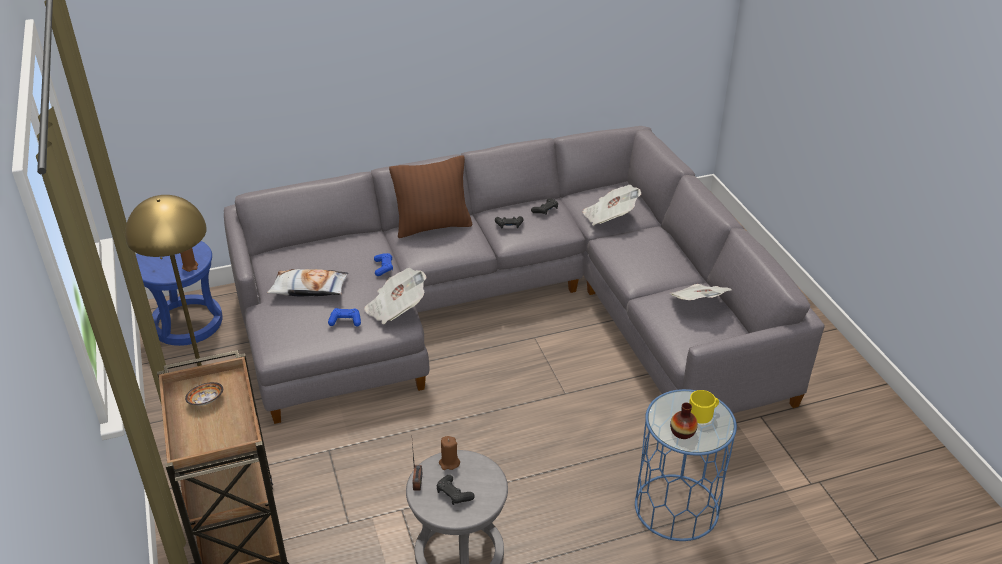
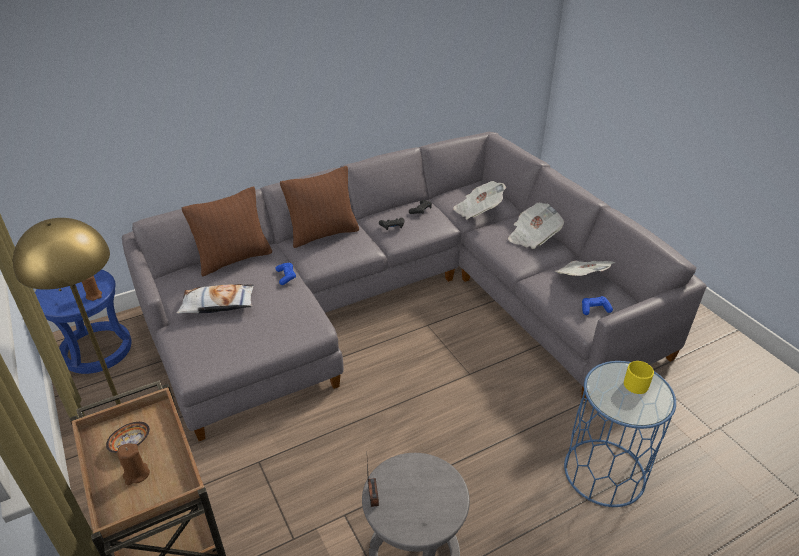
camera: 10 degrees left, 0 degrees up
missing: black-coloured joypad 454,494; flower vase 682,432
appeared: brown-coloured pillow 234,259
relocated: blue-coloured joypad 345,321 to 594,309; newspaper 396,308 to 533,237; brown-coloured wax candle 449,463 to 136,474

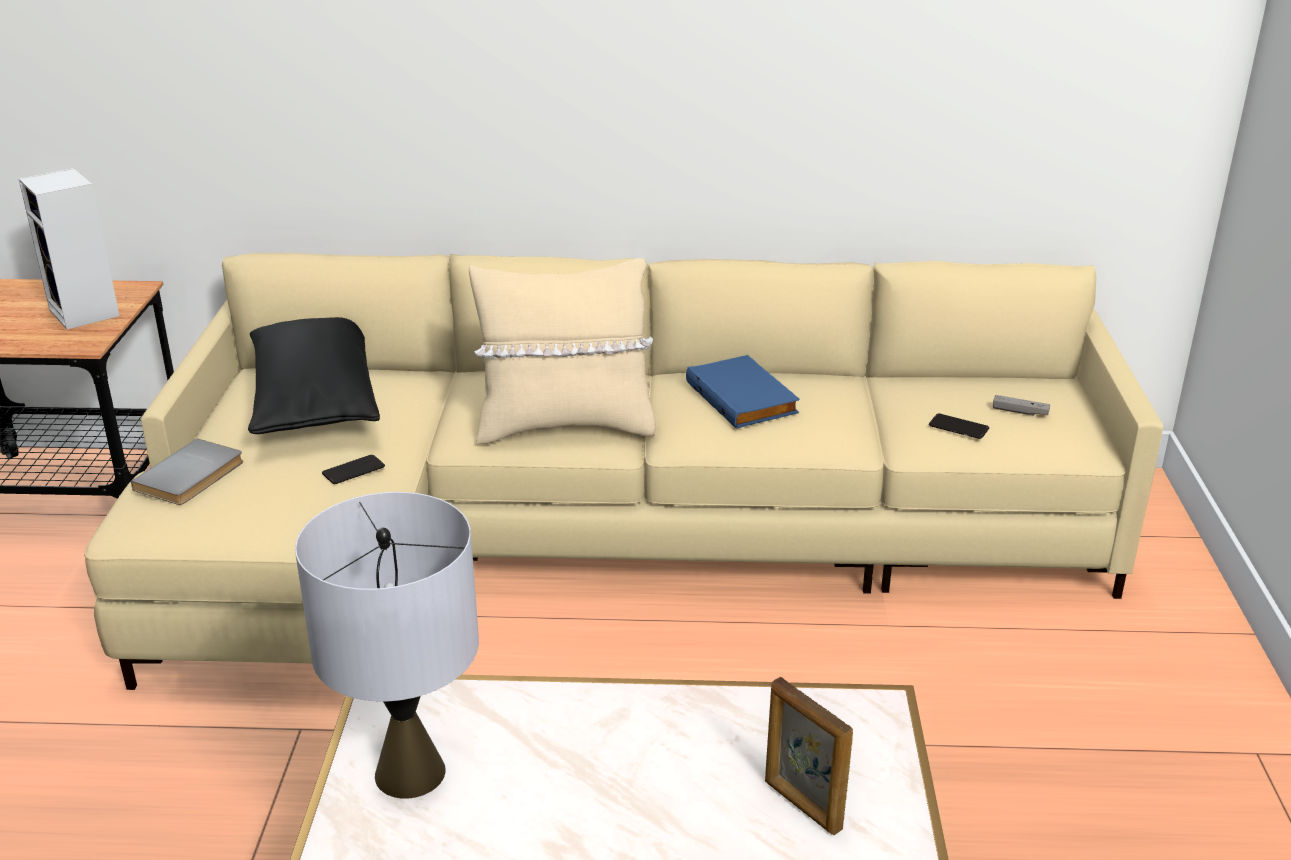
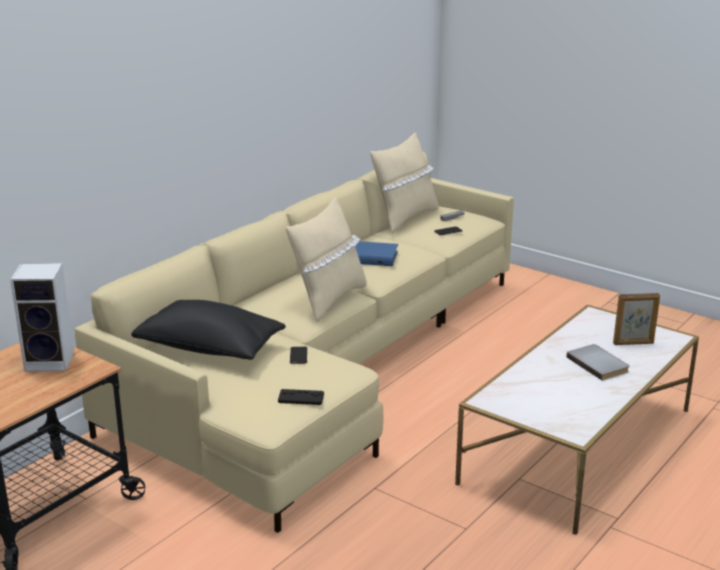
camera: 55 degrees left, 5 degrees down
missing: greyish table lamp 409,772
appeared: black-coloured joypad 301,398; sand-coloured pillow 404,218
relocated: greyish volume 192,476 to 599,364

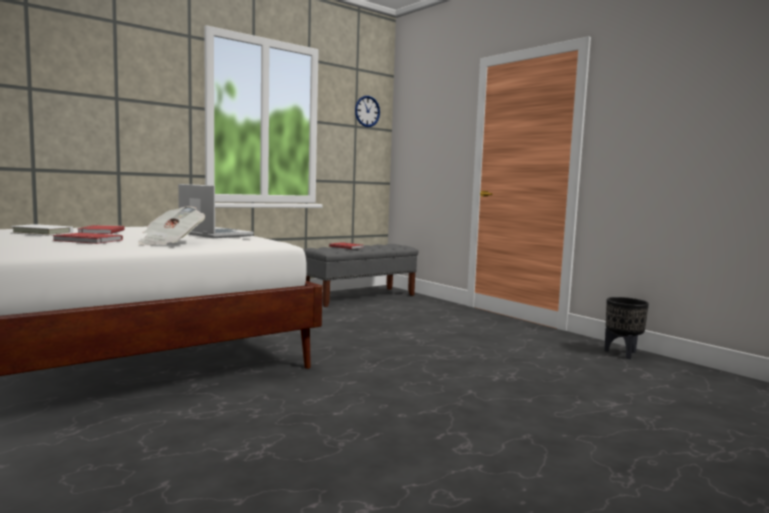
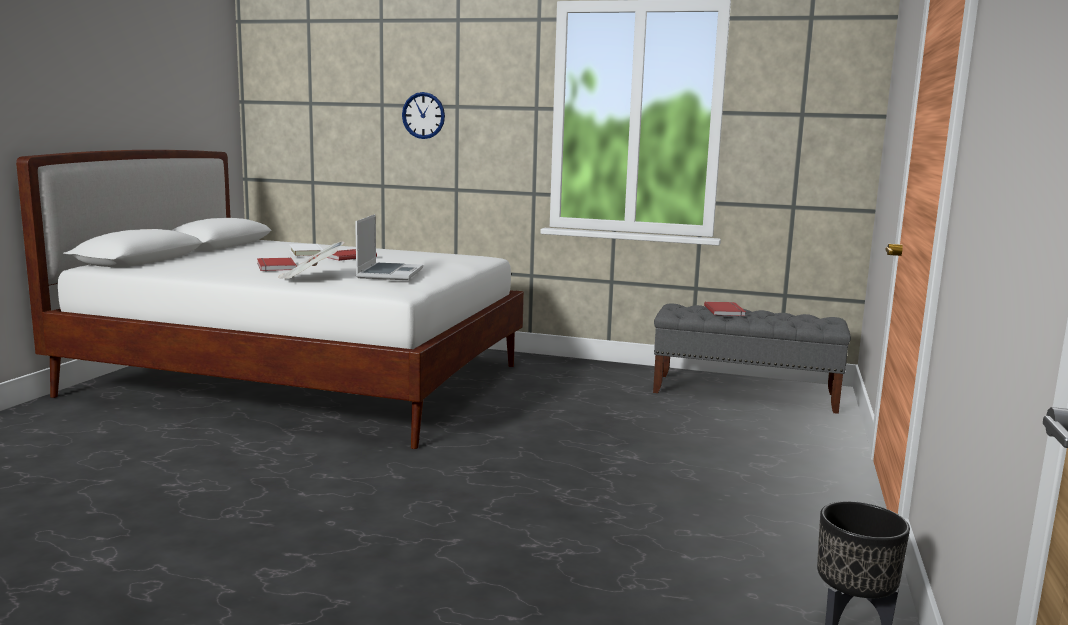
camera: 55 degrees right, 5 degrees up
relocated: hanging clock 367,111 to 423,115

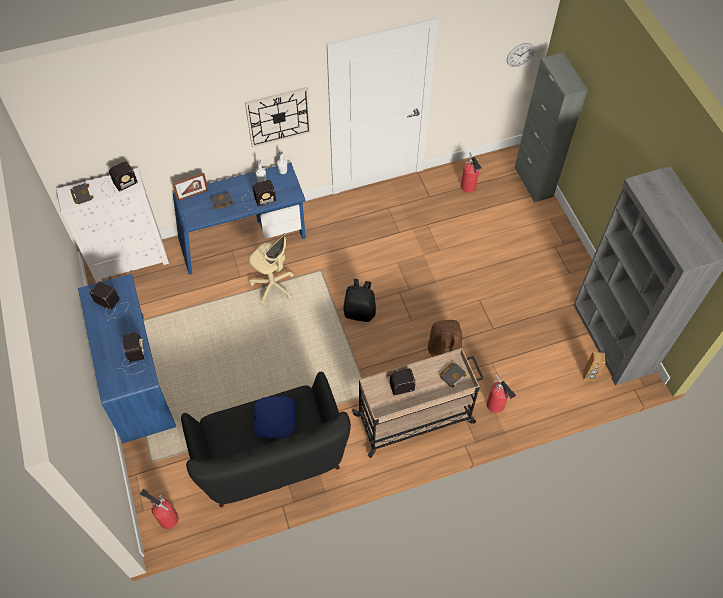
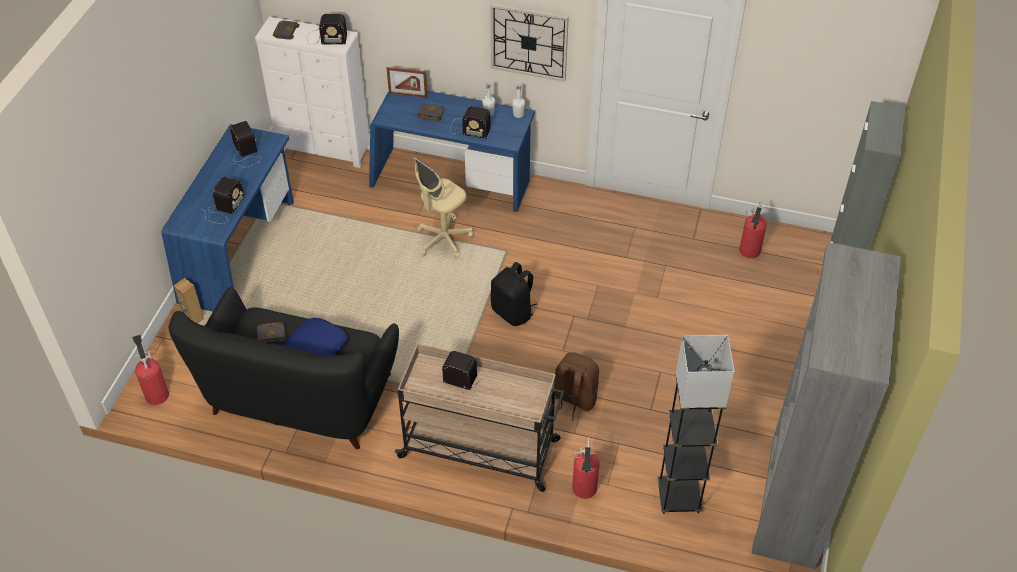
camera: 35 degrees right, 10 degrees down
missing: hanging clock 520,55
appeared: greyish standing lamp 678,497
relocated: black-coloured volume 452,375 to 272,333; brown-coloured speaker 589,376 to 194,319
spun: sand-coloured desk chair 273,286 = 443,240 60 degrees clockwise

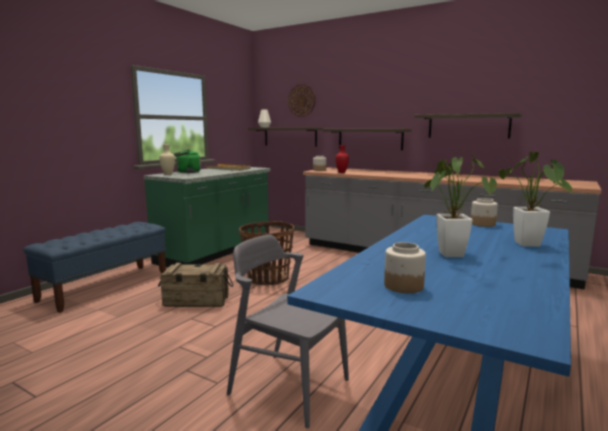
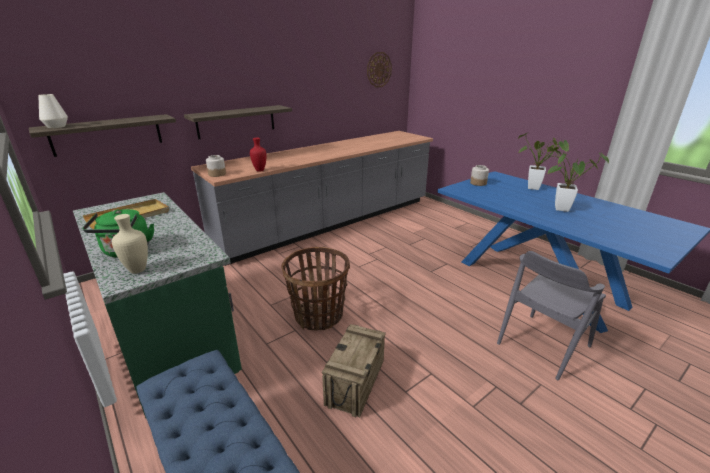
camera: 70 degrees left, 15 degrees up
missing: storage jar 403,286; shelf 468,126
relocated: hanging clock 301,100 to 379,69

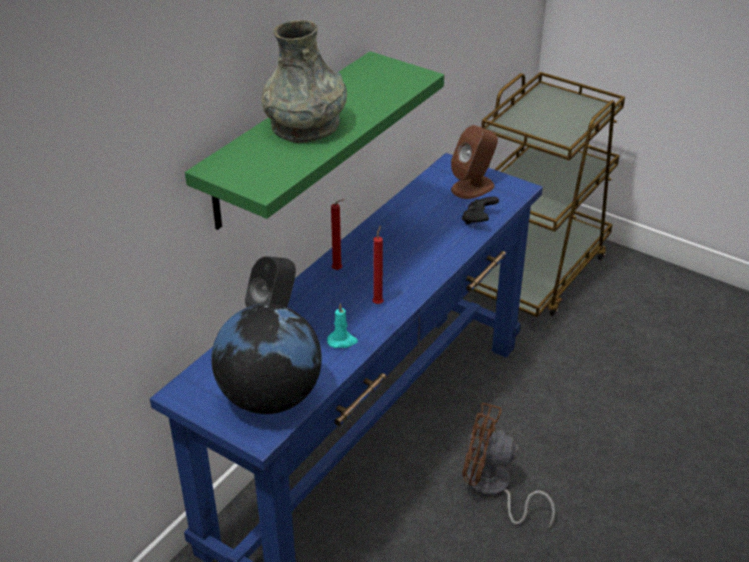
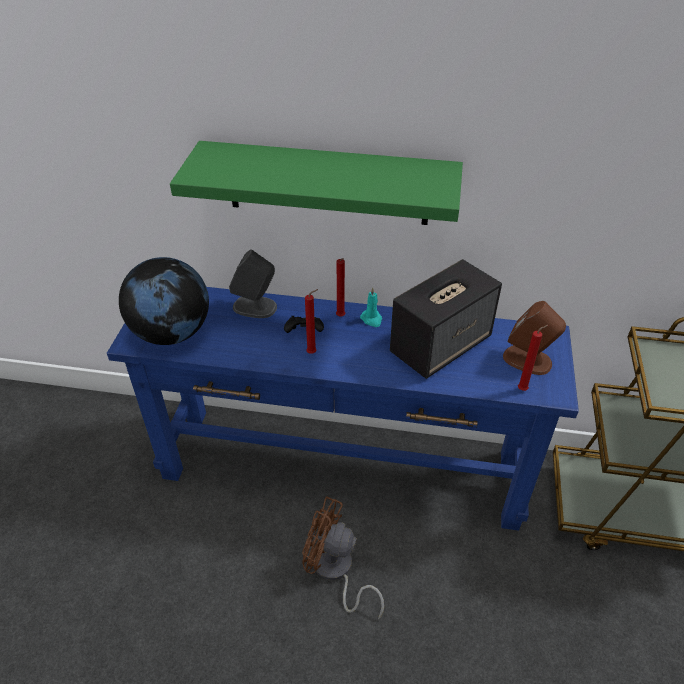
camera: 65 degrees right, 5 degrees up
missing: greyish flower vase 305,125
appeared: speaker 441,345; red-coloured wax candle 524,389
relocated: blue-green wax candle 342,341 to 372,319; black-coloured joypad 478,220 to 304,333
spun: brown-coloured fan 493,489 = 335,571 60 degrees counterclockwise

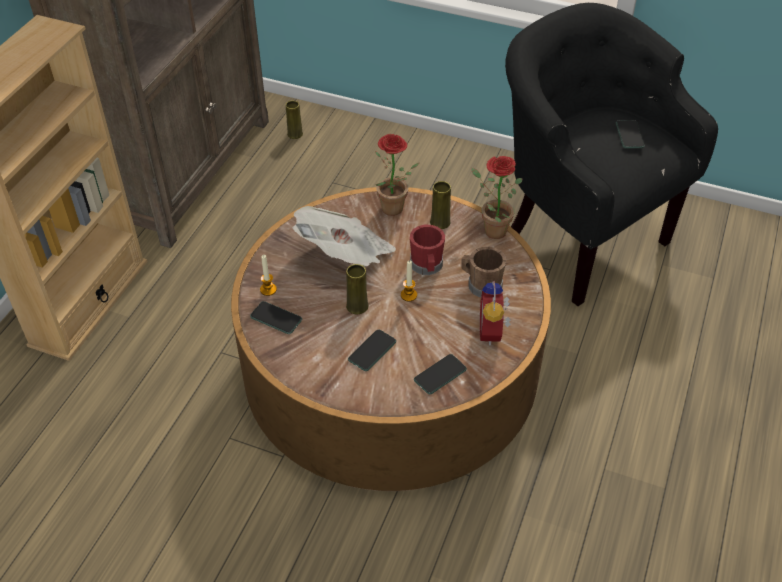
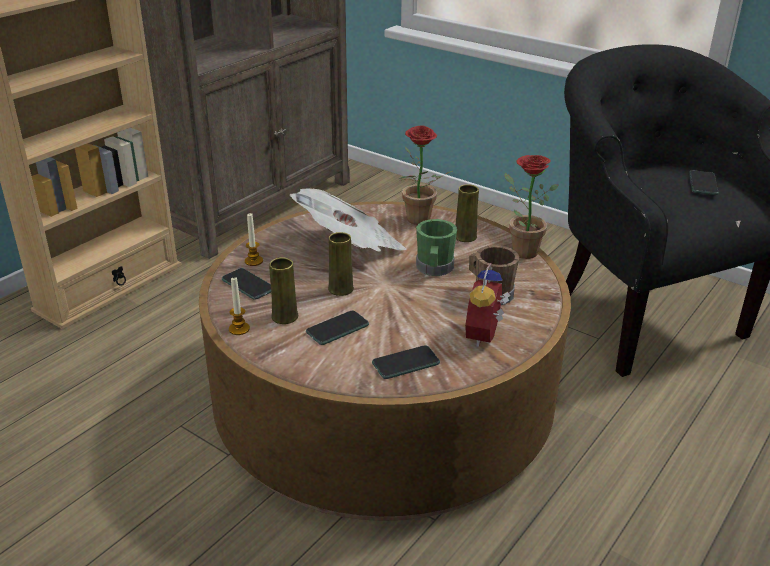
camera: 15 degrees right, 15 degrees down
relocated: yellowish flower vase 295,134 to 284,317; wax candle 408,295 to 239,329
colour: red-coloured tea mug 427,267 to green tea mug 434,269

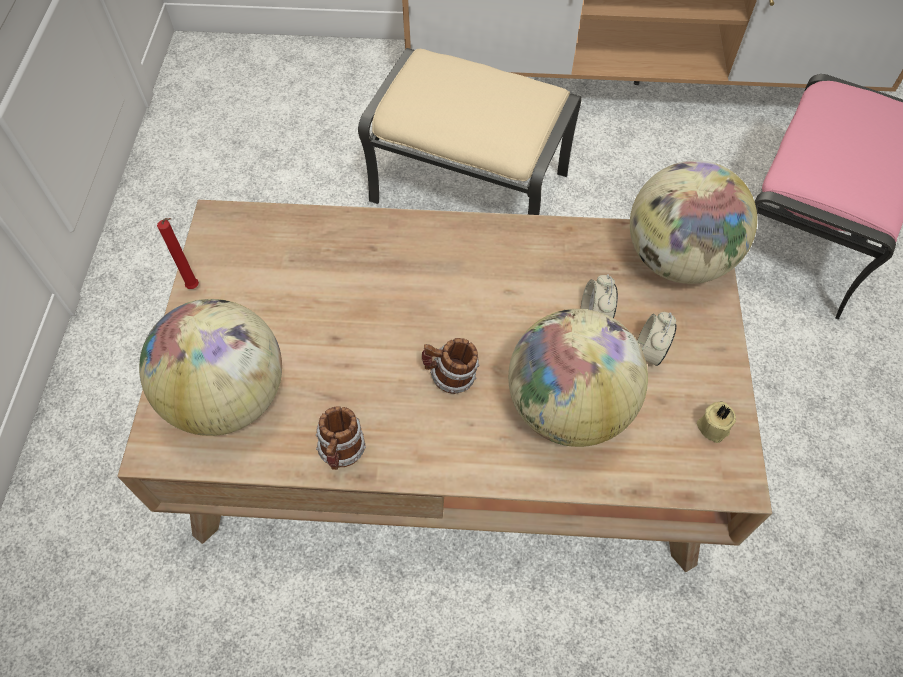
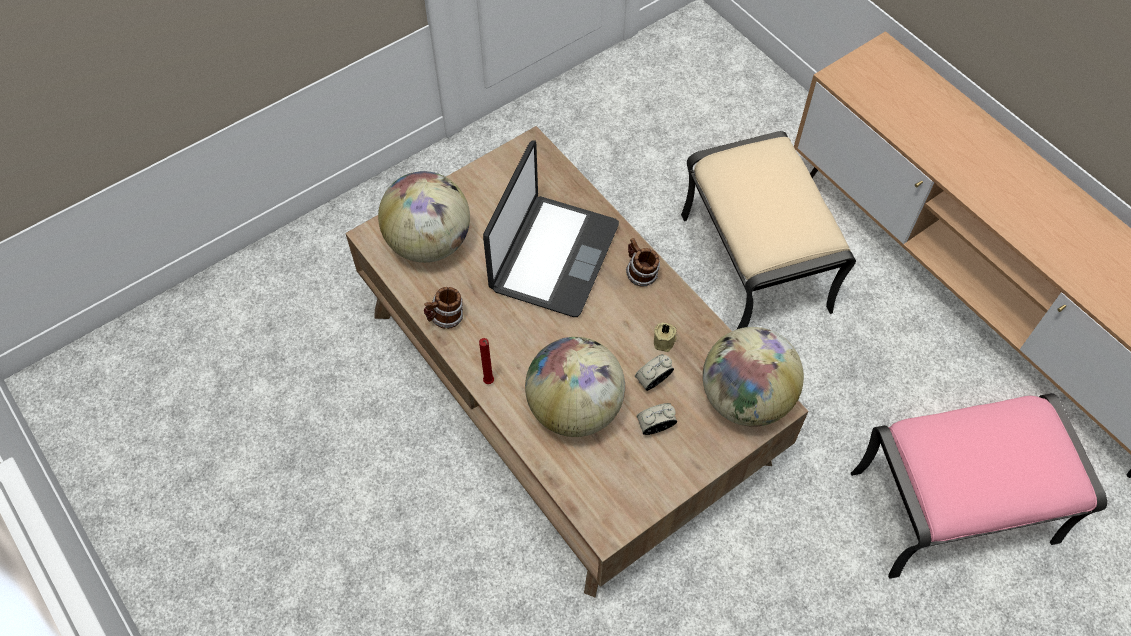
camera: 50 degrees right, 0 degrees up
appeared: laptop 552,256
relocated: red-coloured wax candle 195,287 to 489,383; tea mug 450,377 to 640,274; sand-coloured wax candle 713,426 to 665,341

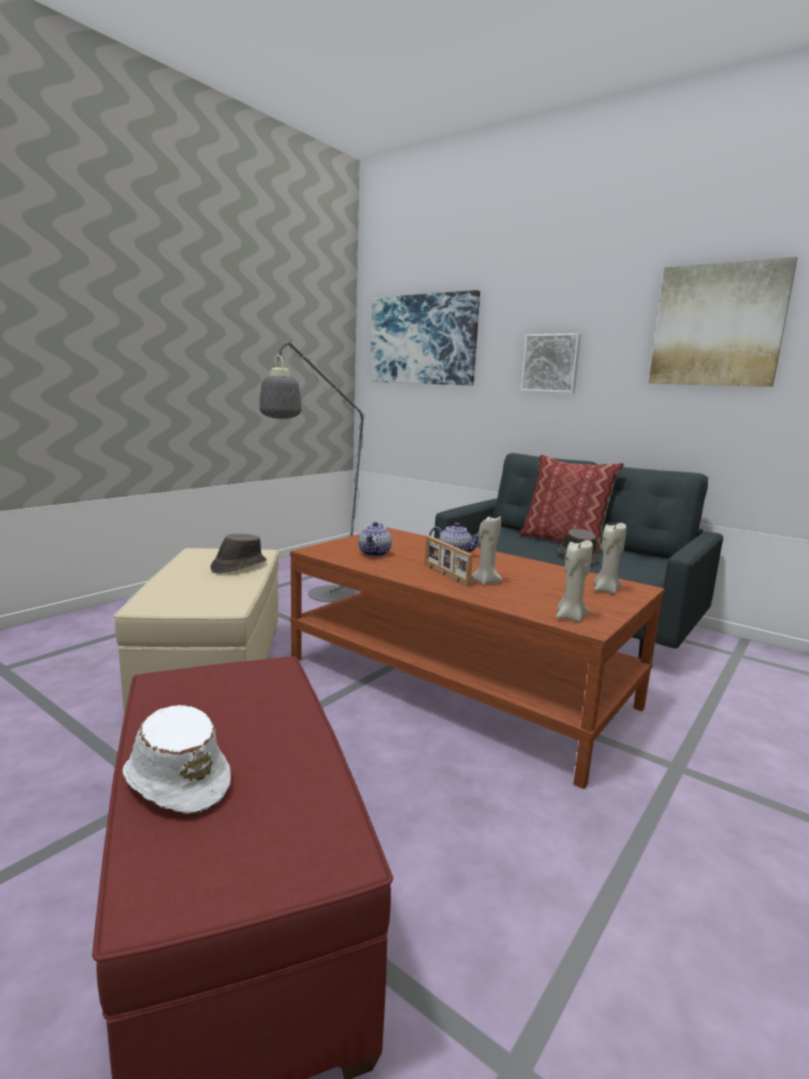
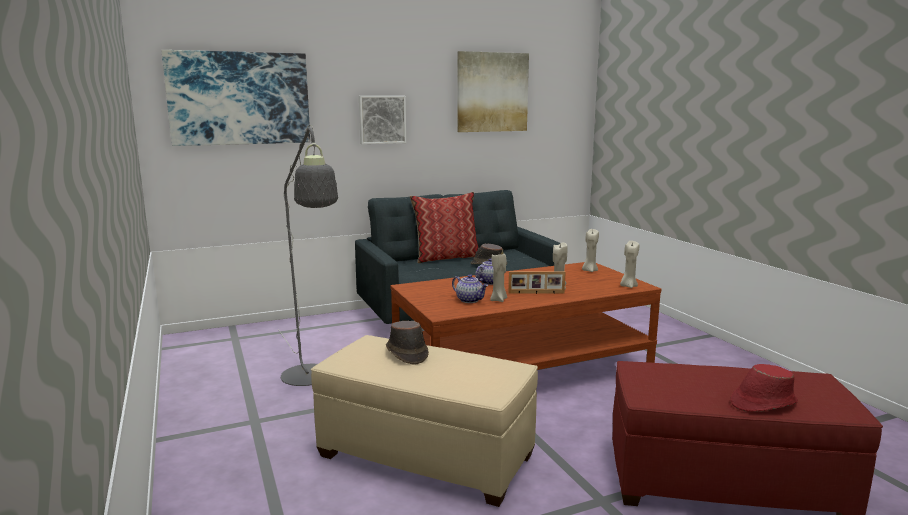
camera: 60 degrees left, 0 degrees up
appeared: sand-coloured wax candle 498,300
colour: white-coloured hat 177,779 to red-coloured hat 762,403

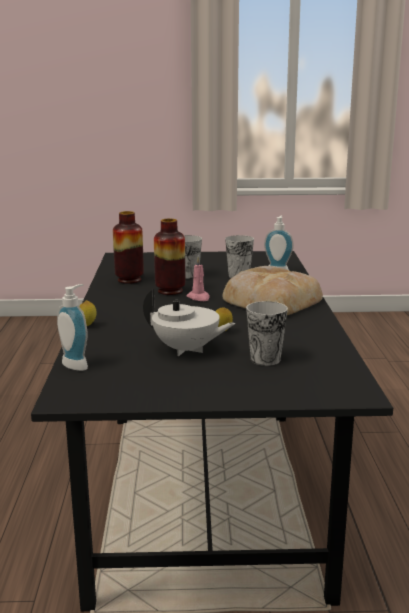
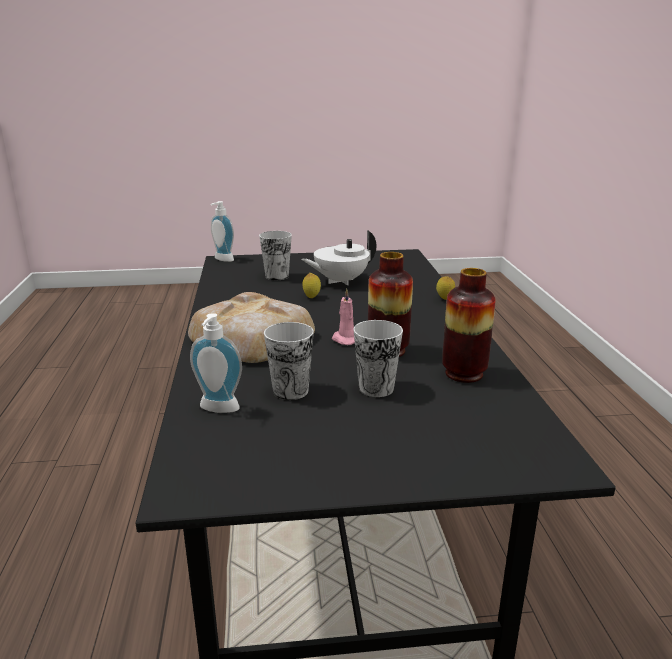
camera: 175 degrees right, 5 degrees up
relocated: soap bottle 78,364 to 222,260
spun: white-coloured teapot 187,350 = 340,281 45 degrees counterclockwise

